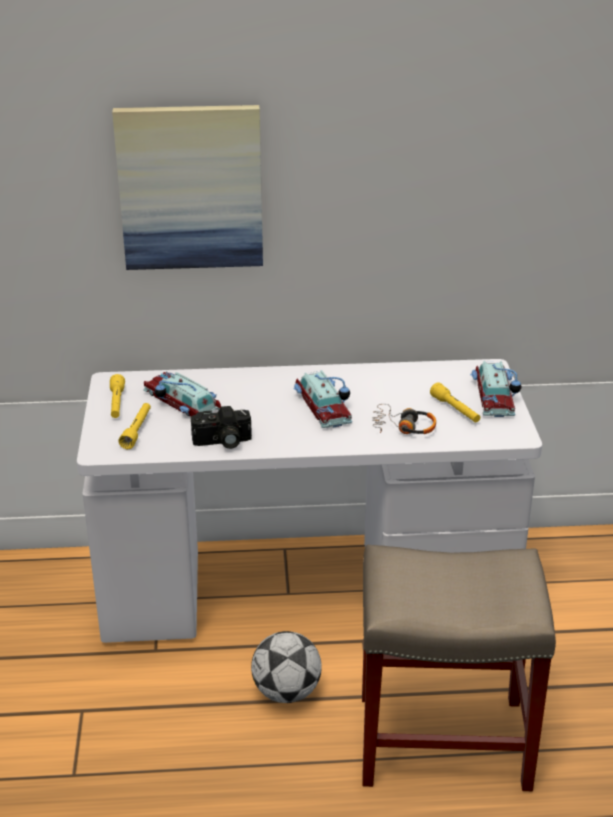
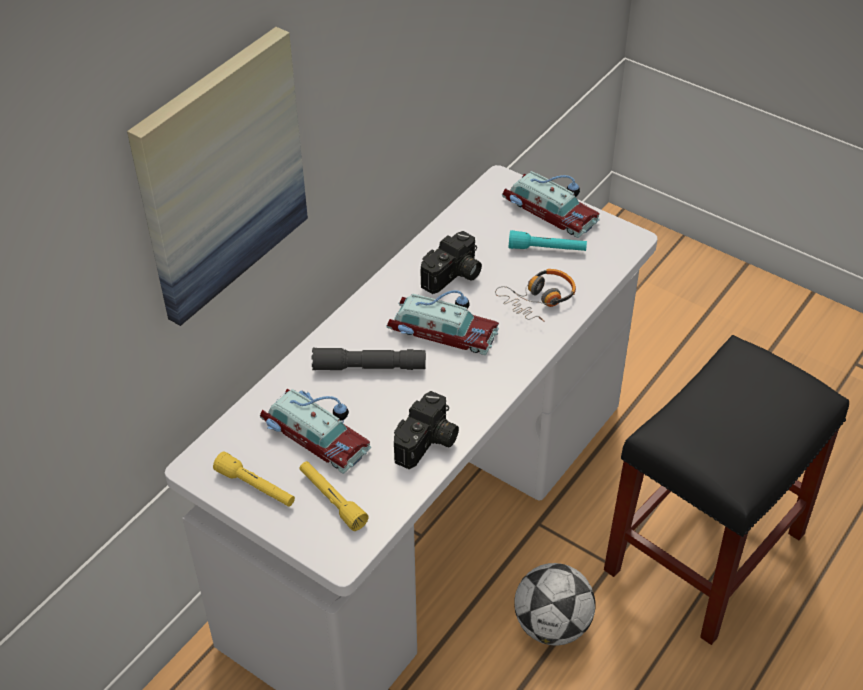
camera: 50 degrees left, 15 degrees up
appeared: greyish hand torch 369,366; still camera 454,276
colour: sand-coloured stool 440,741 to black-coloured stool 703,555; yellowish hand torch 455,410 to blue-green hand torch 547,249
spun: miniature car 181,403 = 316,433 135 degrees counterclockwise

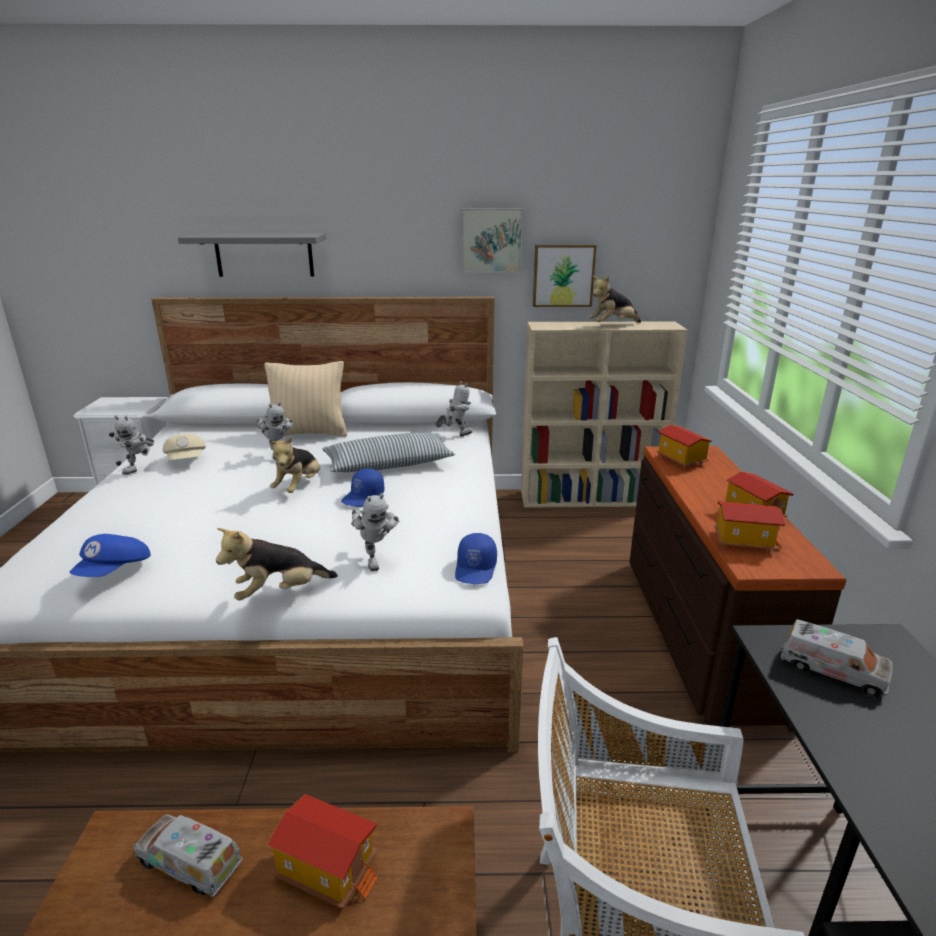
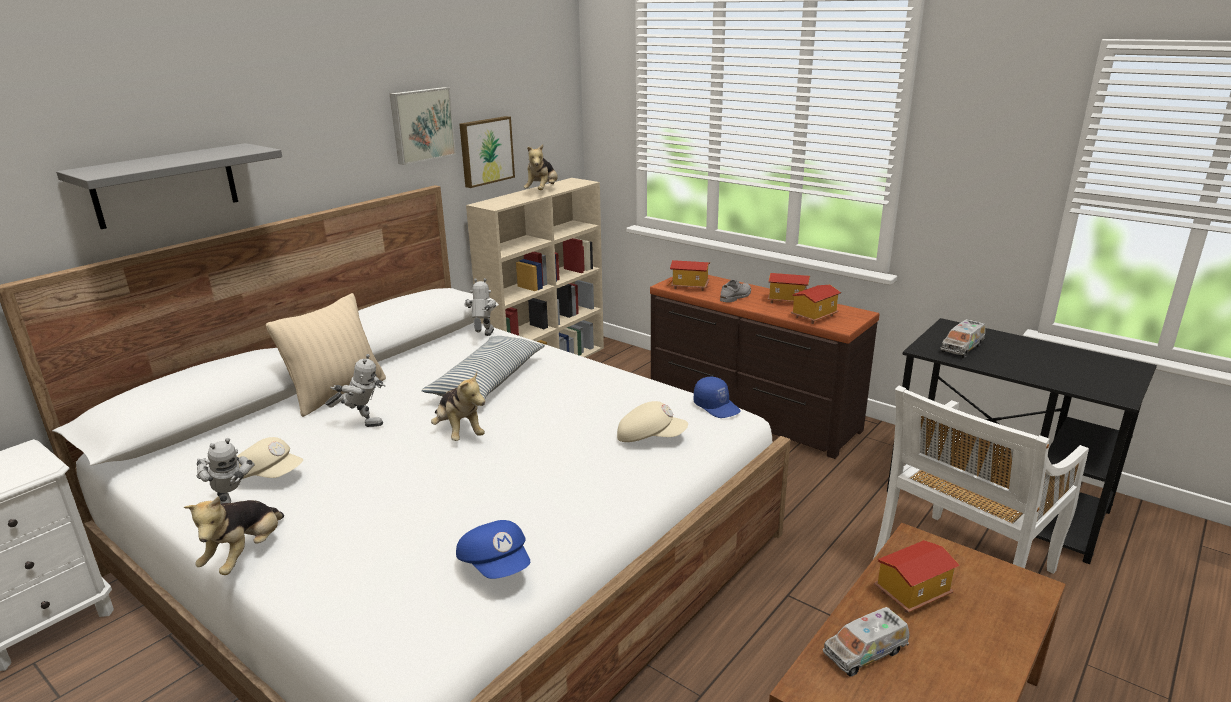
camera: 50 degrees left, 0 degrees up
missing: blue-coloured peaked cap 363,497
appeared: greyish low shoe 736,296
relocated: plush toy 279,592 to 246,555
exchanged: toy robot 374,559 to sand-coloured peaked cap 650,438
spun: toy lorry 832,670 = 962,347 150 degrees clockwise

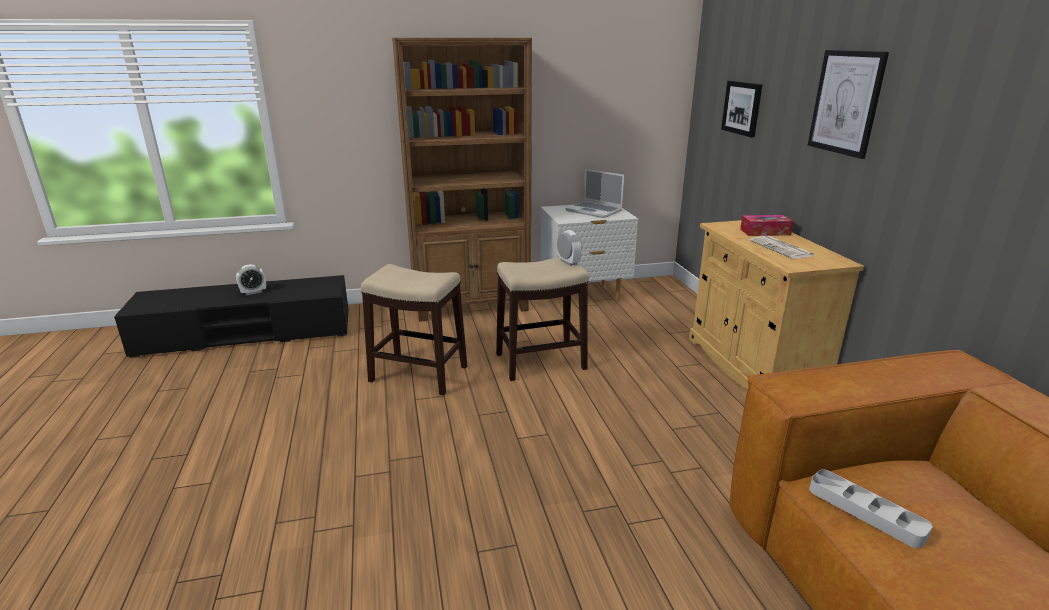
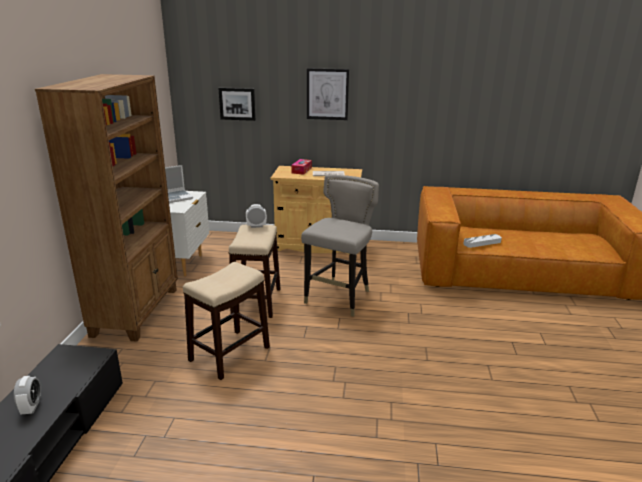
camera: 70 degrees left, 0 degrees up
appeared: greyish stool 339,298

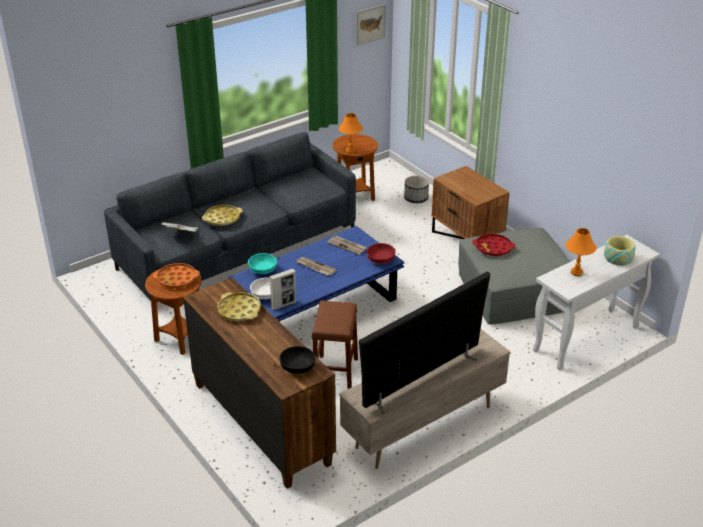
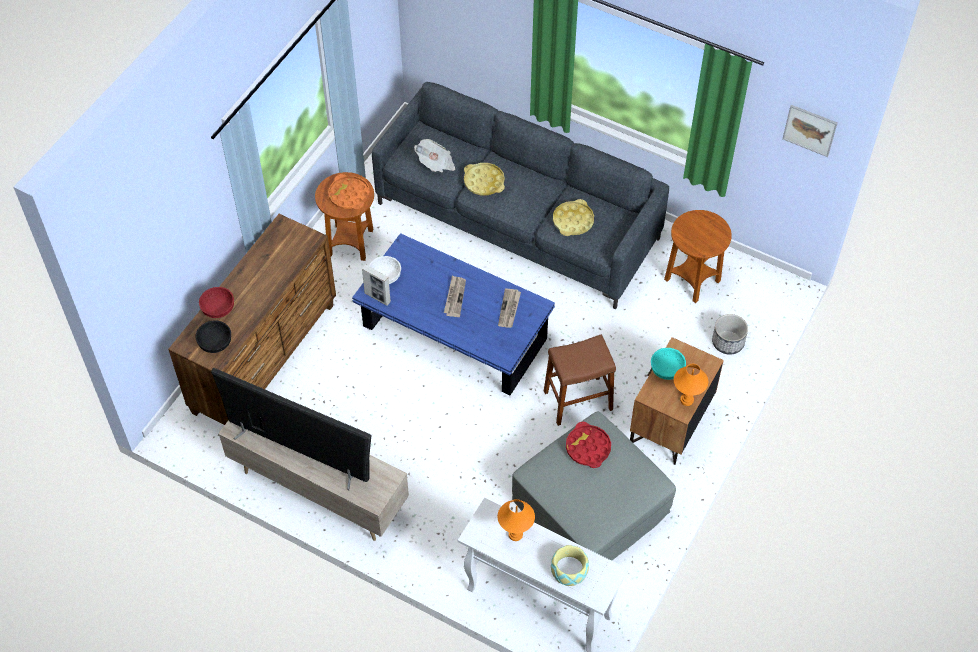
camera: 65 degrees right, 20 degrees up
relocated: yellowish serving tray 239,310 to 573,221; blue-green deep dish 262,270 to 666,369; brown-coloured stool 335,374 to 578,400; orange-coloured table lamp 350,151 to 687,400; red-coloured deep dish 380,260 to 218,308

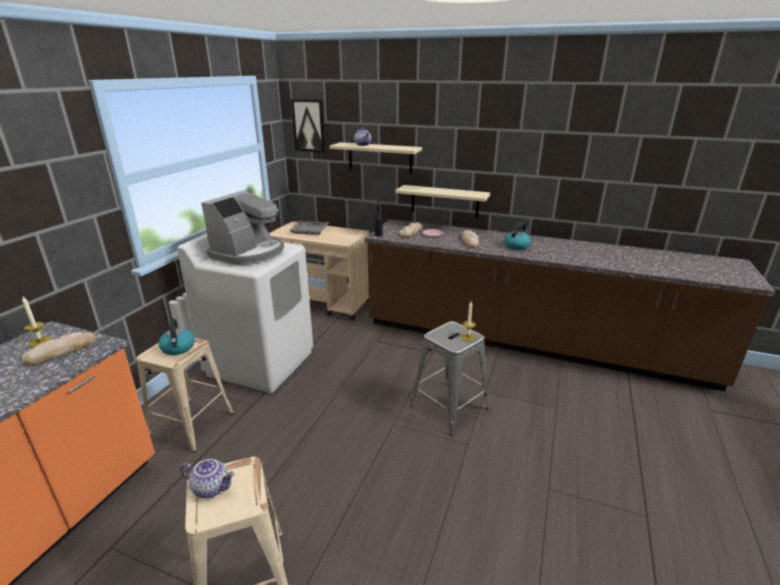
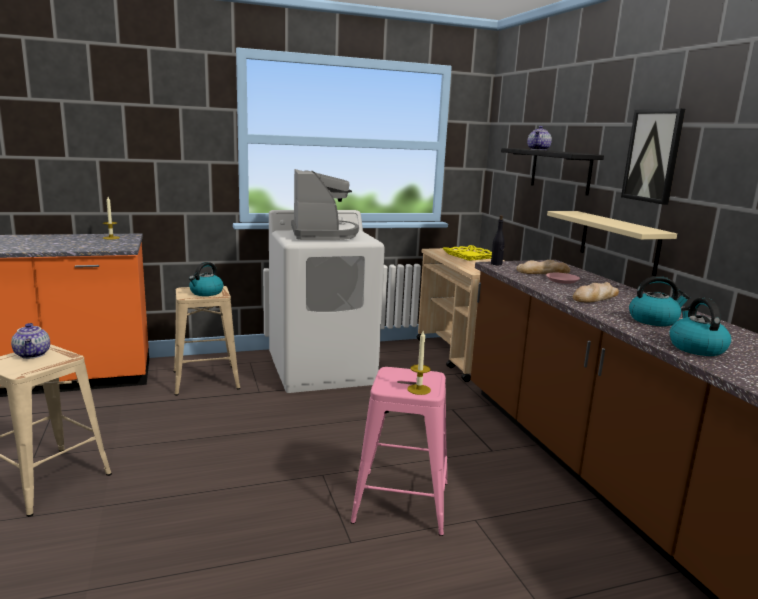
camera: 50 degrees right, 10 degrees down
missing: bakery bread 61,351
appeared: kettle 696,348
relocated: wall picture 309,125 to 653,156
colour: greyish serving tray 310,230 to yellowish serving tray 470,256; sand-coloured shelf 380,158 to black-coloured shelf 560,171; greyish stool 449,408 to pink stool 401,502
spun: coffee machine 249,253 = 323,234 90 degrees counterclockwise

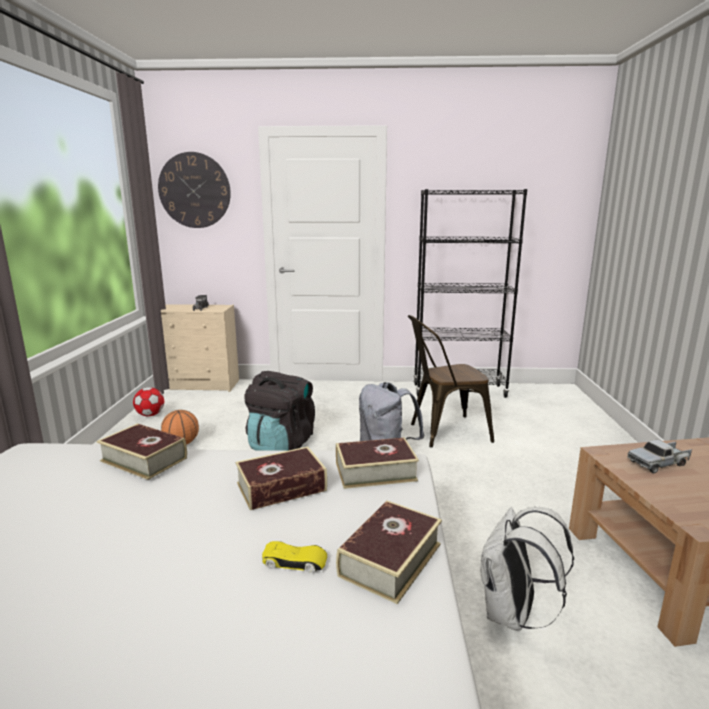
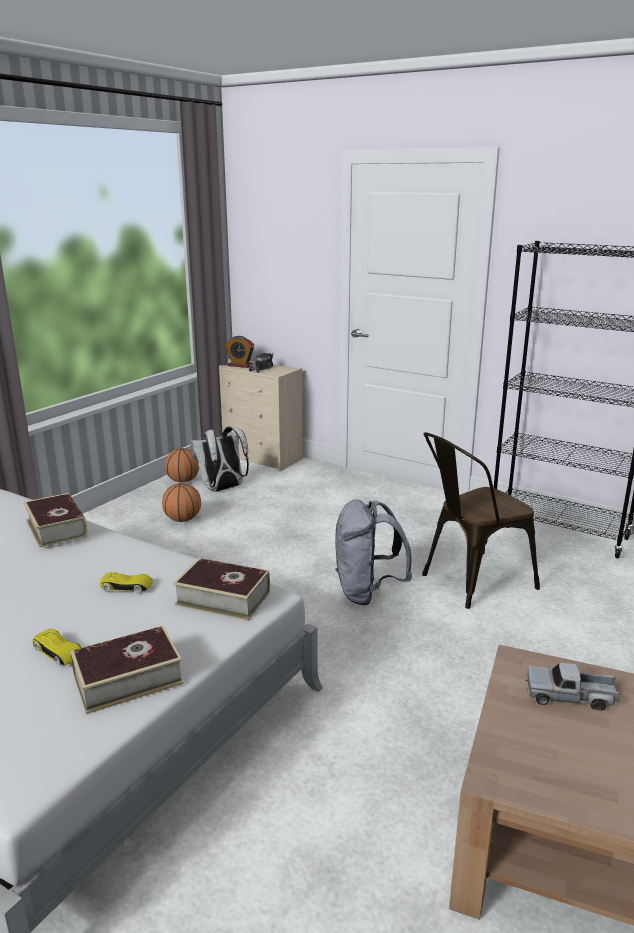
camera: 30 degrees right, 5 degrees up
missing: hanging clock 194,190; black-coloured backpack 281,444
appeared: alarm clock 240,365
relocated: white-coloured backpack 512,614 to 222,489
exchanged: football ball 150,415 to ball for basketball 183,481; volume 281,487 to yellowish miniature car 127,586
spun: brown-coloured chair 443,432 = 470,582 45 degrees counterclockwise

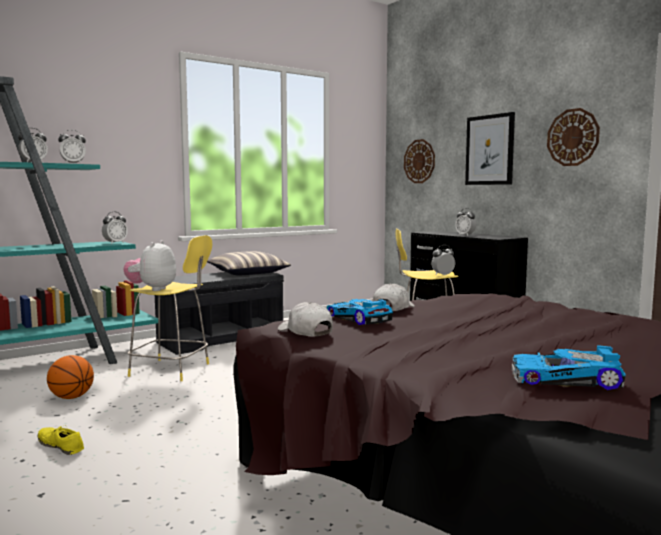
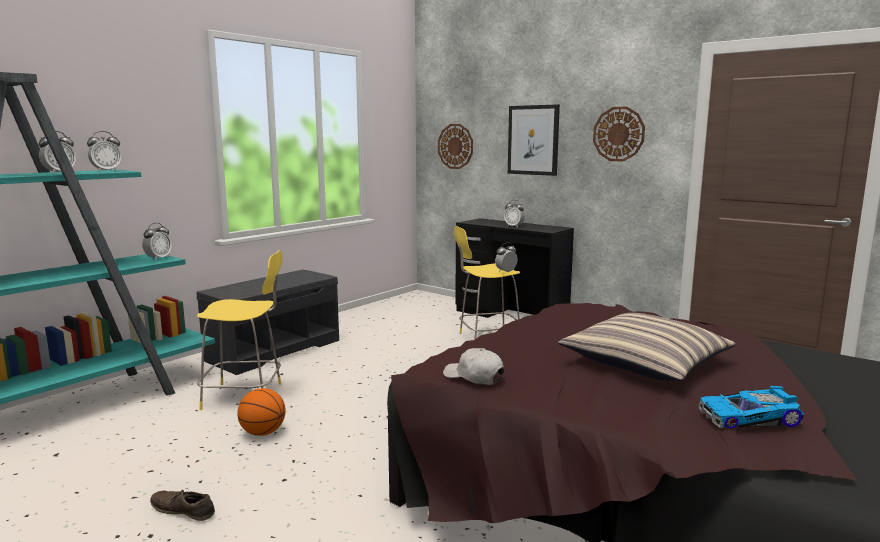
camera: 15 degrees left, 5 degrees up
missing: plush toy 152,289; miniature car 357,318; white-coloured peaked cap 393,308
relocated: ball for basketball 71,397 to 263,433; pillow 247,273 to 645,363
colour: yellowish low shoe 61,445 to brown-coloured low shoe 183,510

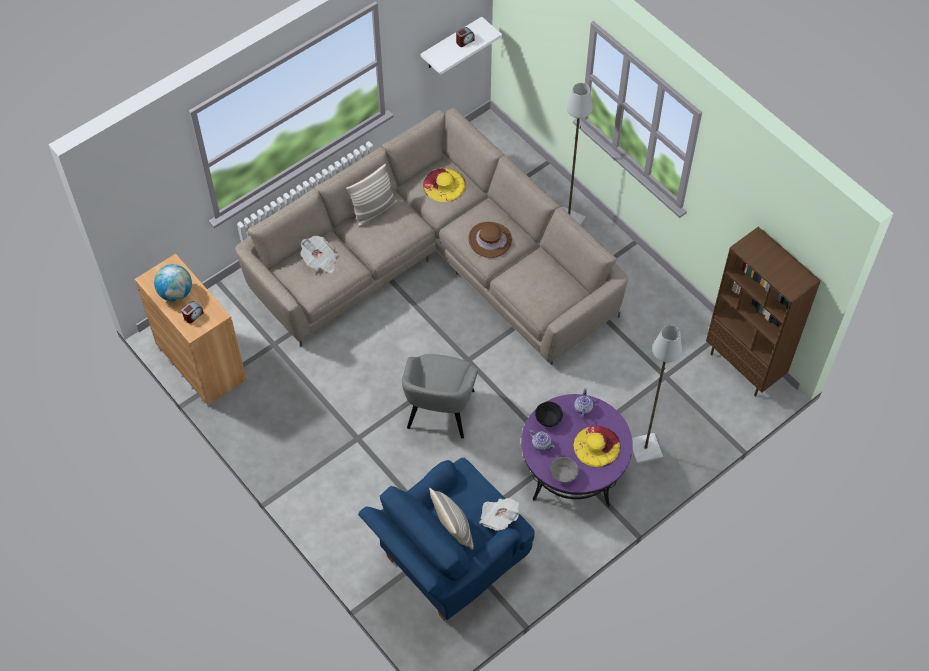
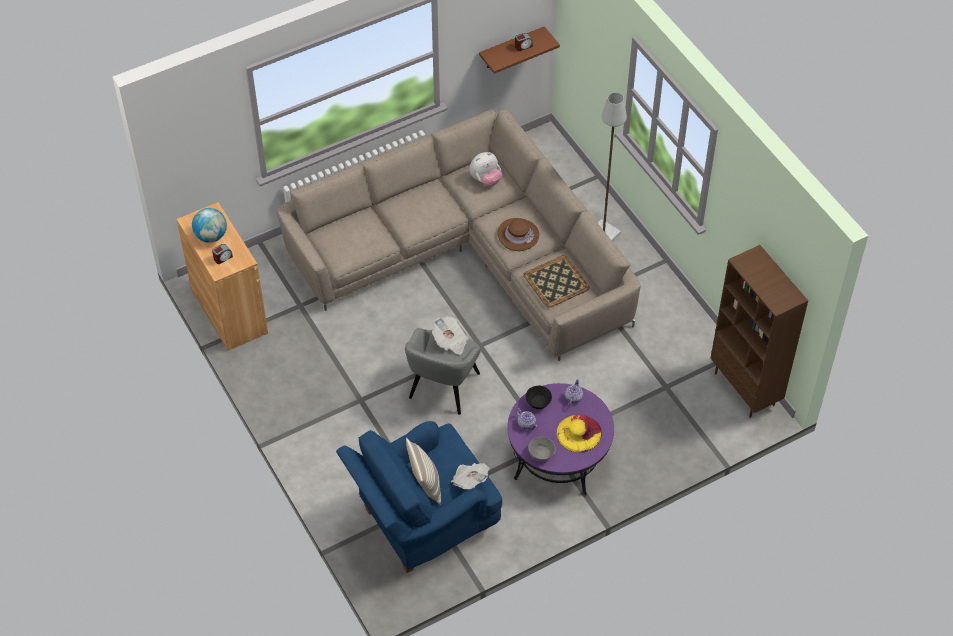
camera: 10 degrees right, 5 degrees down
missing: pillow 374,211; greyish standing lamp 646,449
appeared: serving tray 556,282
relocated: newspaper 320,260 to 450,341
exchanged: yellowish hat 444,185 to plush toy 485,180
colour: white-coloured shelf 451,44 to brown-coloured shelf 511,48

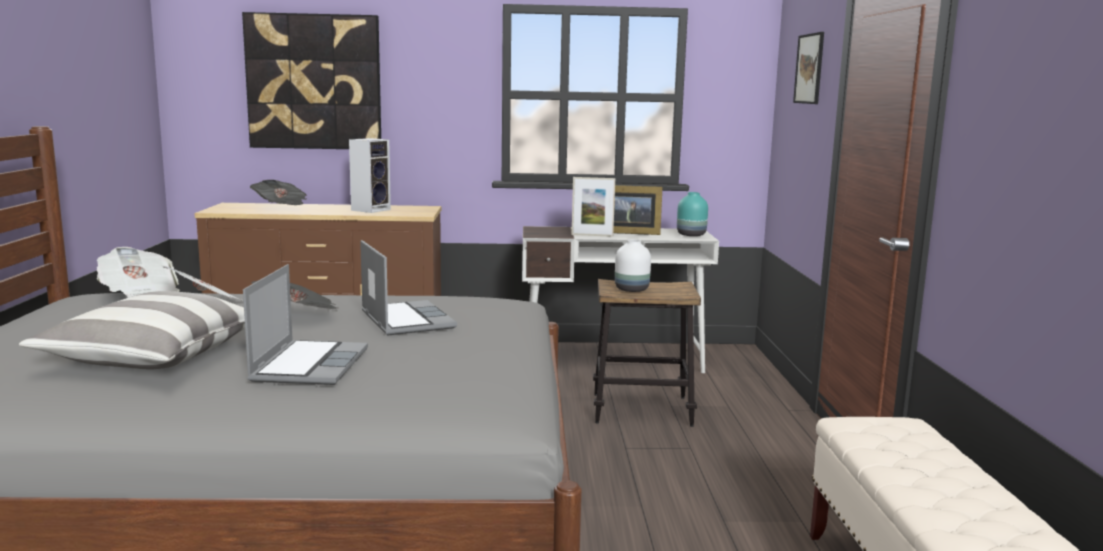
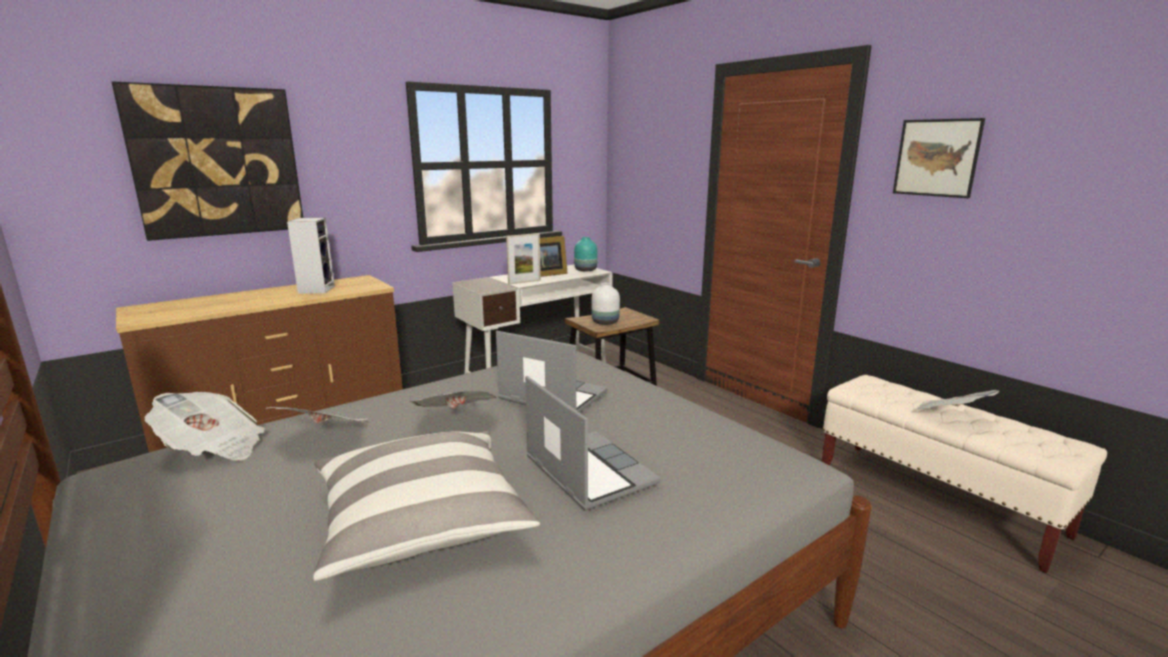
camera: 35 degrees left, 5 degrees up
relocated: newspaper 282,208 to 950,417; wall picture 809,69 to 936,158

